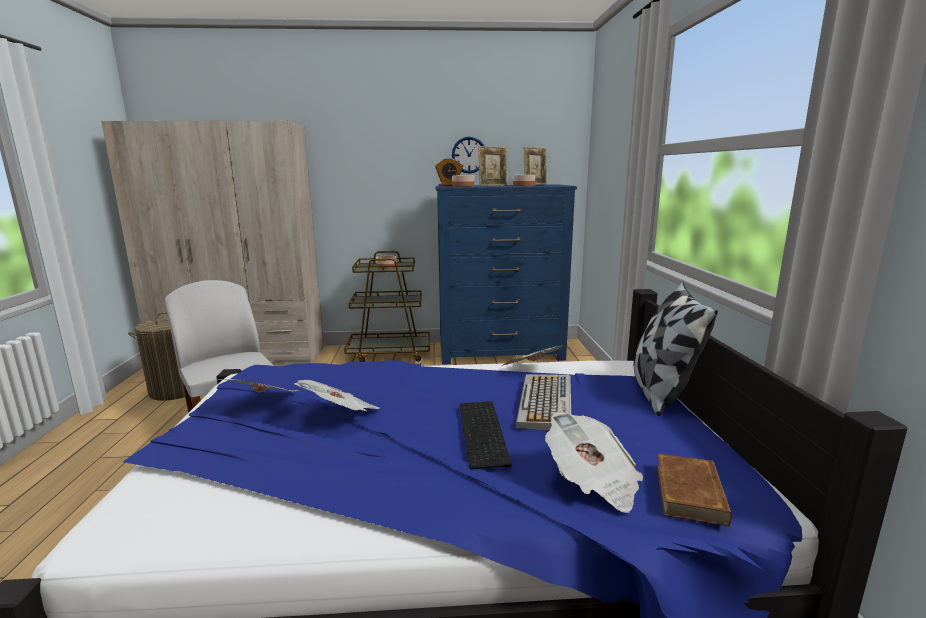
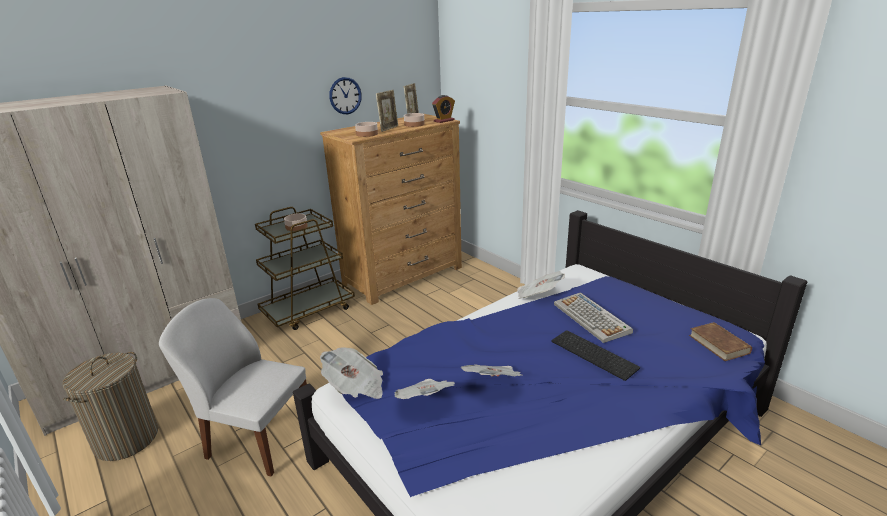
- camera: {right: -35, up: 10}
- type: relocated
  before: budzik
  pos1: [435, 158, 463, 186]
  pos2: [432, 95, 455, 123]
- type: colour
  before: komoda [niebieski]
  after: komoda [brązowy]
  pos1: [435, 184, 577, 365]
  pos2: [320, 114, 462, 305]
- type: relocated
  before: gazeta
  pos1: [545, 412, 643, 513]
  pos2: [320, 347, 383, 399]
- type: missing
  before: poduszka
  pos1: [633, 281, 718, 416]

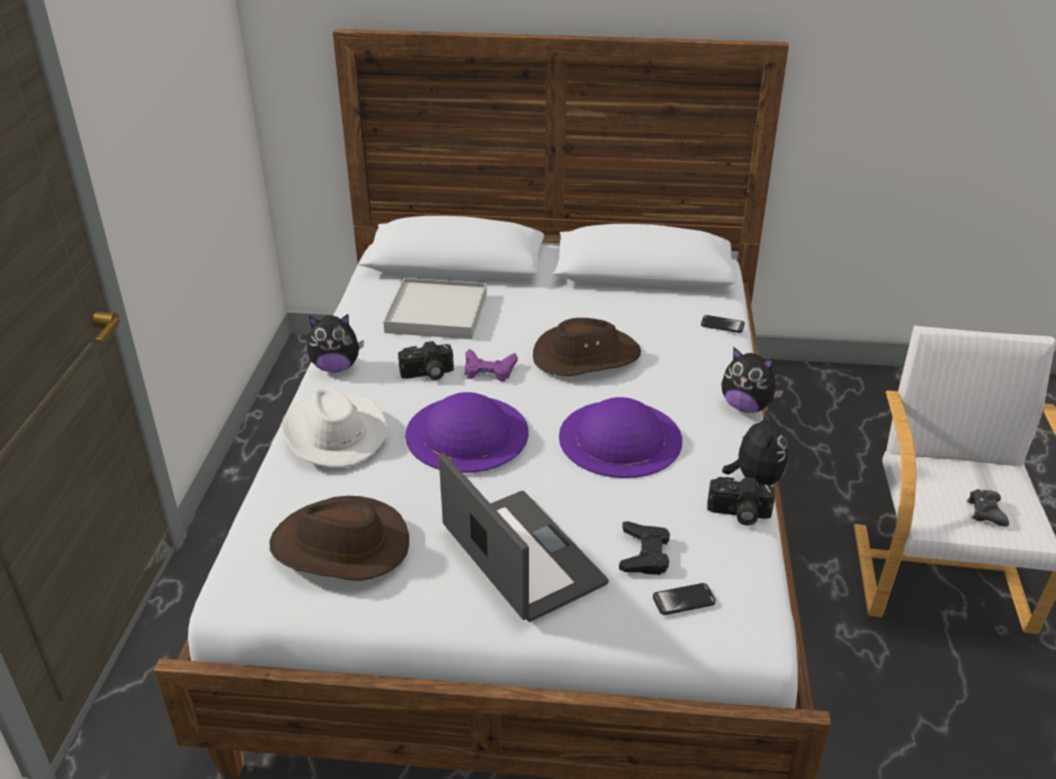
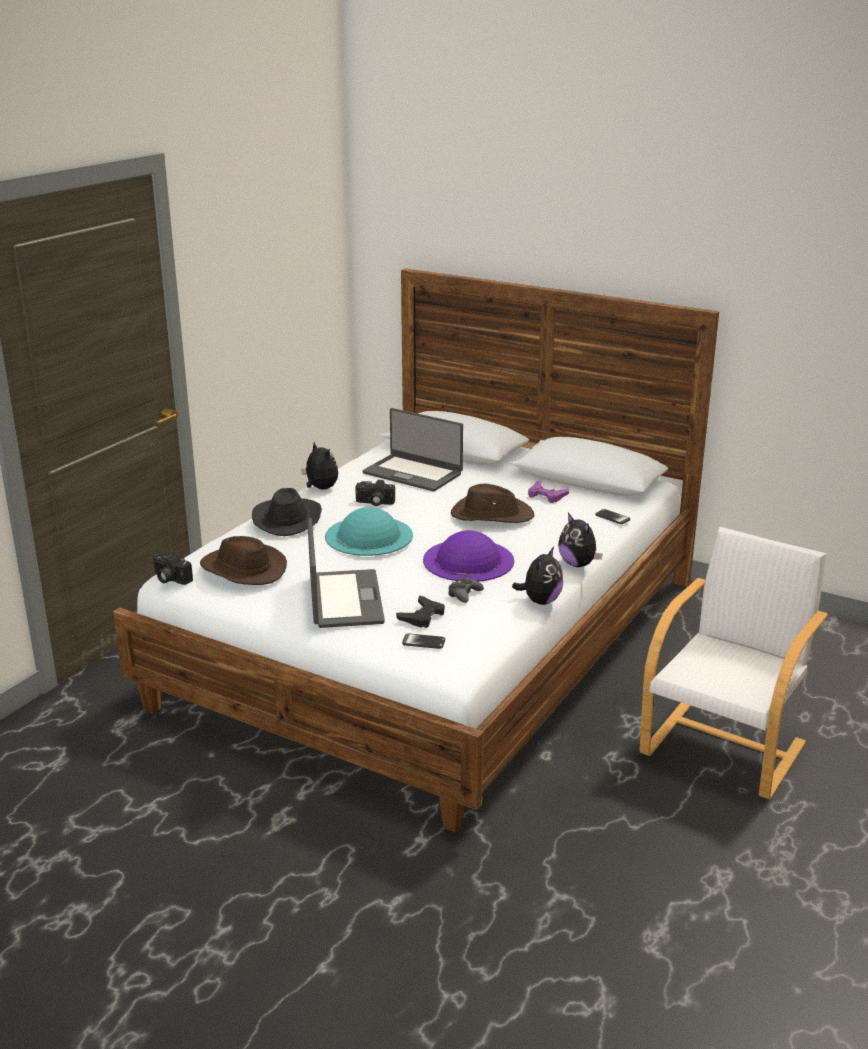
- camera: {right: 25, up: -10}
- type: colour
  before: kapelusz [biały]
  after: kapelusz [czarny]
  pos1: [281, 388, 388, 468]
  pos2: [252, 488, 322, 536]
- type: spun
  before: pluszak
  pos1: [307, 314, 364, 373]
  pos2: [301, 442, 338, 490]
  turn: -150
- type: exchanged
  before: taca [biały]
  after: laptop
  pos1: [383, 278, 487, 339]
  pos2: [362, 408, 463, 491]
- type: colour
  before: kapelusz [fioletowy]
  after: kapelusz [turkusowy]
  pos1: [405, 392, 528, 473]
  pos2: [325, 507, 413, 556]
- type: relocated
  before: pad do gier [fioletowy]
  pos1: [464, 349, 518, 382]
  pos2: [528, 481, 569, 503]
- type: relocated
  before: aparat fotograficzny
  pos1: [707, 477, 775, 526]
  pos2: [152, 552, 193, 585]
- type: relocated
  before: pad do gier [czarny]
  pos1: [967, 489, 1009, 527]
  pos2: [448, 577, 484, 603]

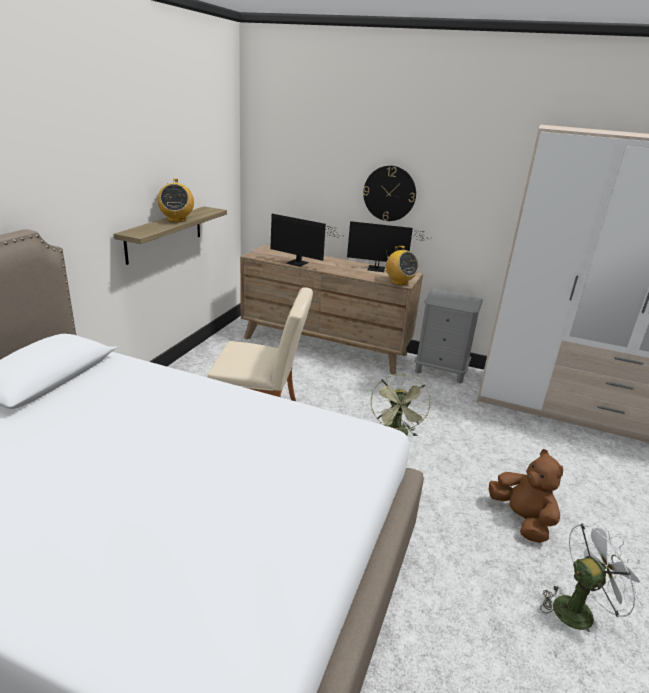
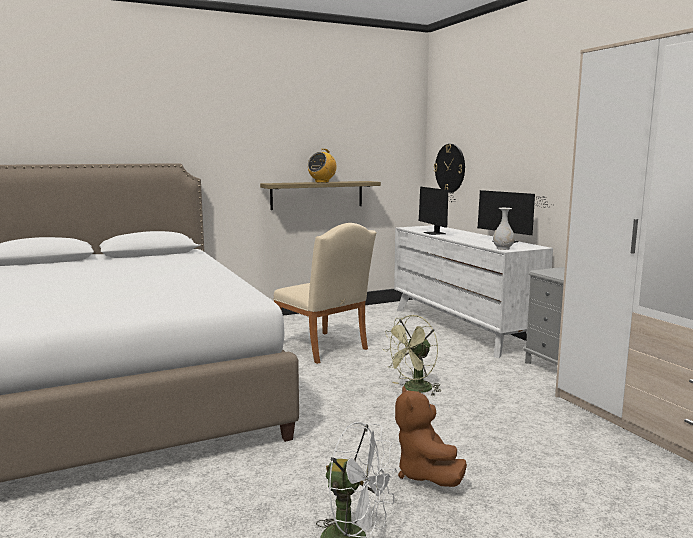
- camera: {right: 45, up: -15}
- type: colour
  before: komoda [brązowy]
  after: komoda [biały]
  pos1: [240, 245, 423, 375]
  pos2: [394, 225, 553, 358]
- type: relocated
  before: zegar ścienny
  pos1: [363, 166, 416, 221]
  pos2: [434, 144, 465, 193]
- type: exchanged
  before: radio
  after: wazon [biały]
  pos1: [386, 246, 419, 285]
  pos2: [493, 208, 515, 250]
- type: spun
  before: pluszak [brązowy]
  pos1: [489, 449, 563, 543]
  pos2: [395, 386, 467, 487]
  turn: 150

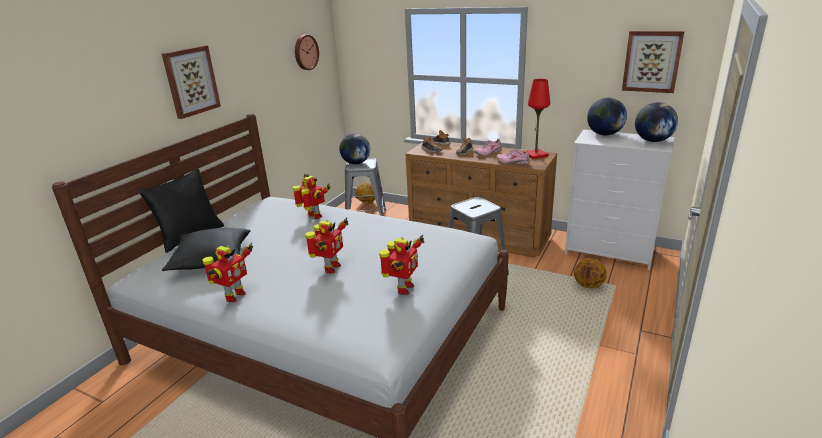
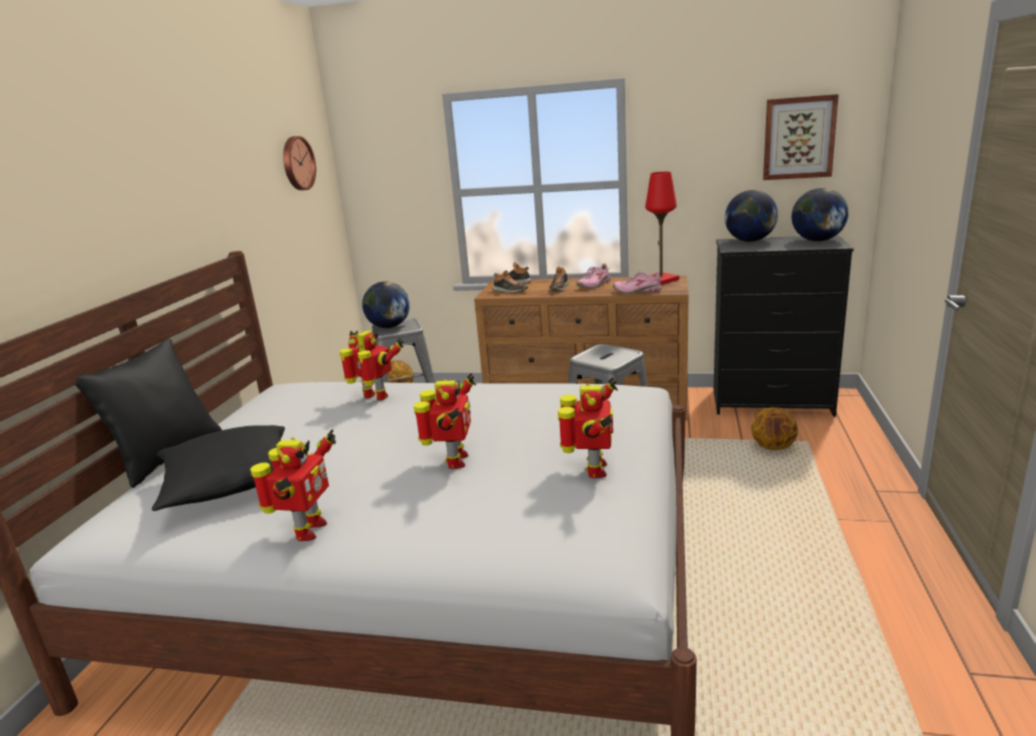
- camera: {right: -15, up: -5}
- type: missing
  before: obraz
  pos1: [162, 45, 221, 119]
- type: colour
  before: komoda [biały]
  after: komoda [czarny]
  pos1: [565, 130, 675, 270]
  pos2: [714, 235, 854, 416]

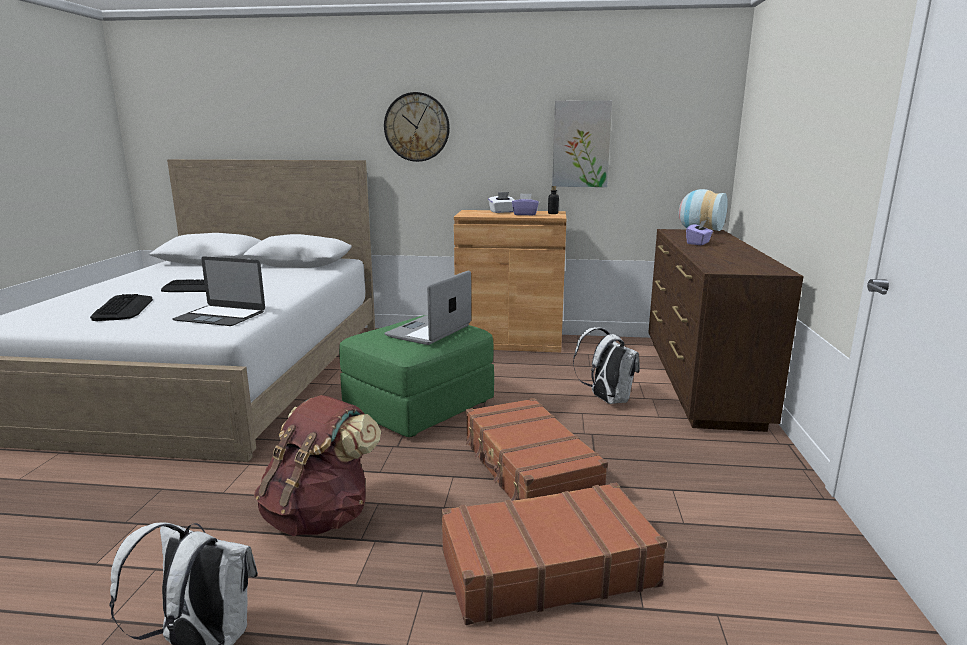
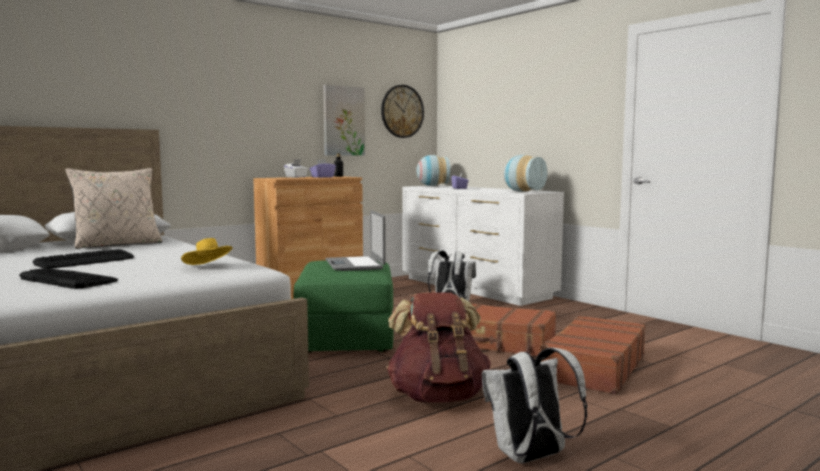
- camera: {right: -45, up: -10}
- type: exchanged
  before: laptop
  after: kapelusz [żółty]
  pos1: [172, 256, 265, 326]
  pos2: [181, 238, 232, 265]
- type: relocated
  before: zegar ścienny
  pos1: [384, 92, 450, 162]
  pos2: [381, 85, 424, 138]
- type: colour
  before: komoda [brązowy]
  after: komoda [biały]
  pos1: [648, 229, 804, 432]
  pos2: [403, 185, 564, 306]
- type: appeared
  after: poduszka [beżowy]
  pos2: [65, 168, 162, 249]
- type: appeared
  after: wazon
  pos2: [504, 155, 547, 192]

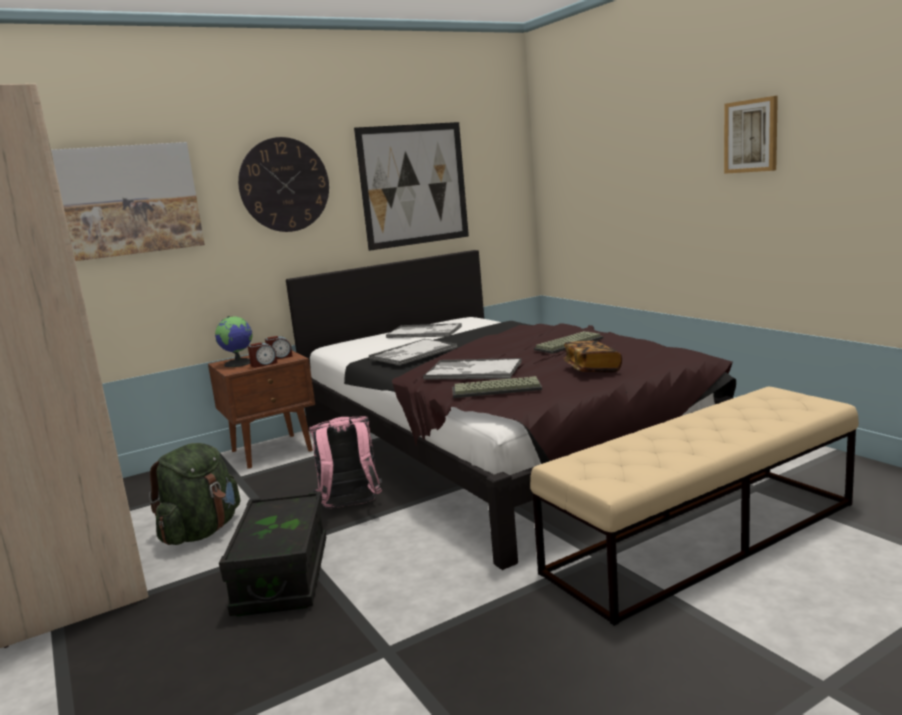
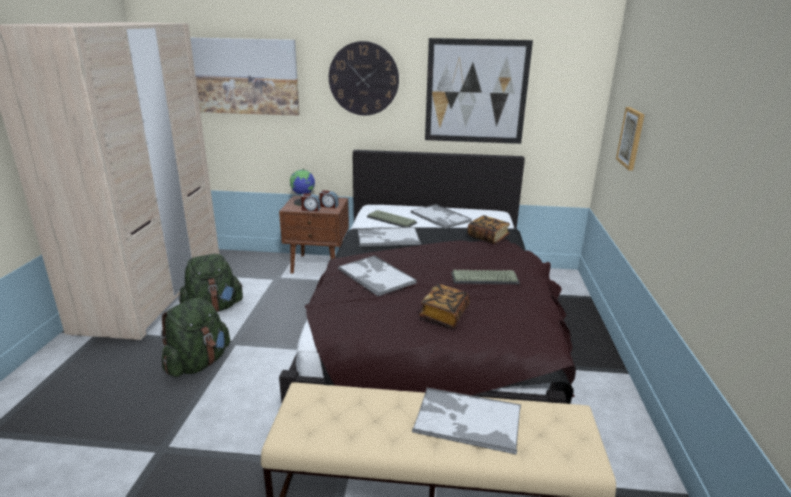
- camera: {right: 35, up: 10}
- type: exchanged
  before: pojemnik do przechowywania [czarny]
  after: plecak [zielony]
  pos1: [219, 491, 326, 616]
  pos2: [161, 298, 230, 377]
- type: missing
  before: plecak [różowy]
  pos1: [309, 416, 382, 509]
- type: relocated
  before: klawiatura
  pos1: [452, 376, 542, 398]
  pos2: [367, 210, 417, 227]
- type: relocated
  before: obraz
  pos1: [724, 96, 778, 174]
  pos2: [616, 107, 645, 171]
- type: appeared
  after: taca
  pos2: [412, 387, 521, 455]
- type: appeared
  after: książka
  pos2: [468, 215, 510, 244]

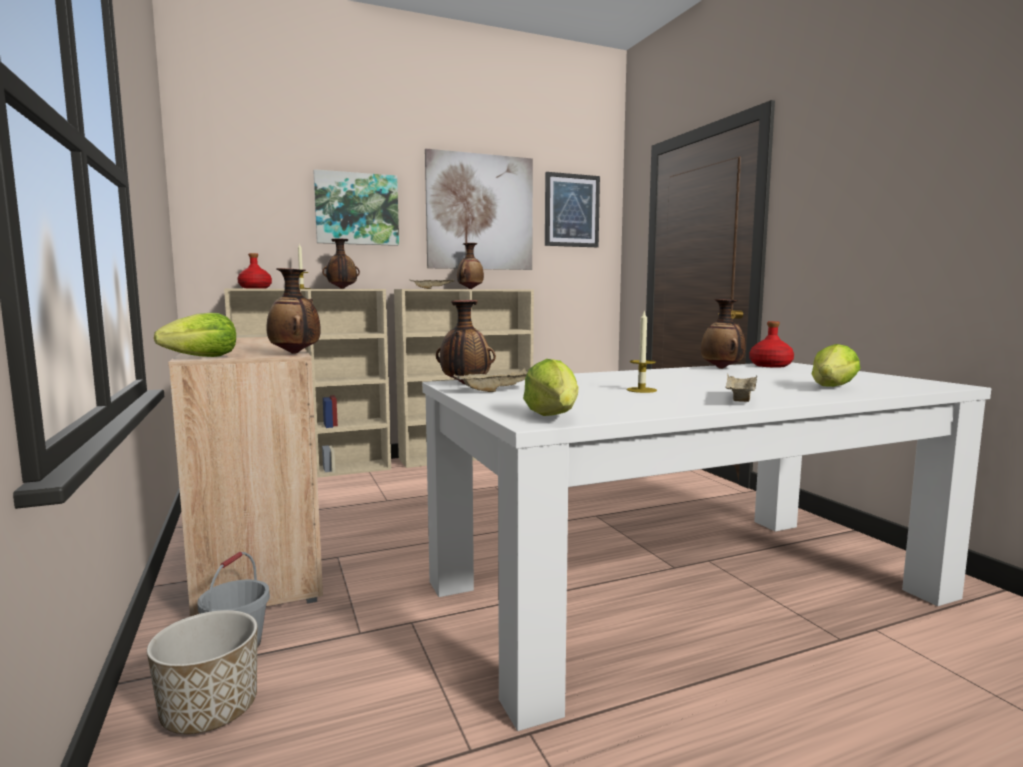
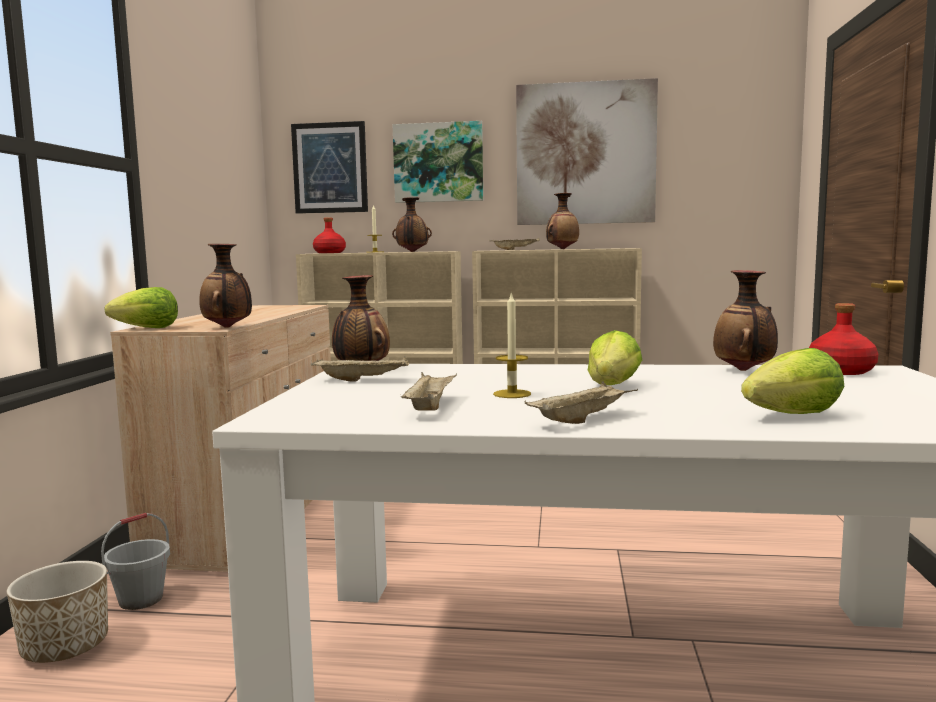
- camera: {right: 30, up: 0}
- type: relocated
  before: sałata
  pos1: [523, 359, 579, 416]
  pos2: [588, 330, 642, 385]
- type: relocated
  before: obraz
  pos1: [545, 172, 600, 247]
  pos2: [291, 121, 368, 214]
- type: appeared
  after: taca [beżowy]
  pos2: [401, 372, 457, 411]

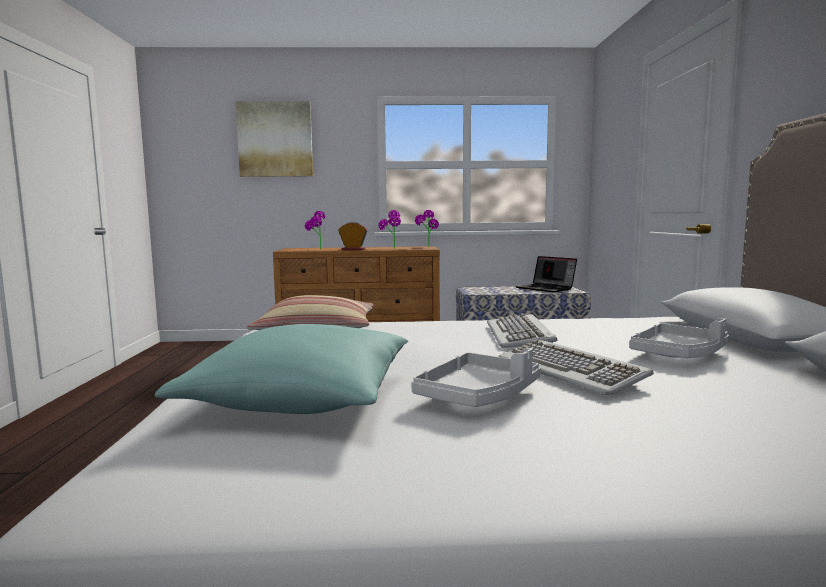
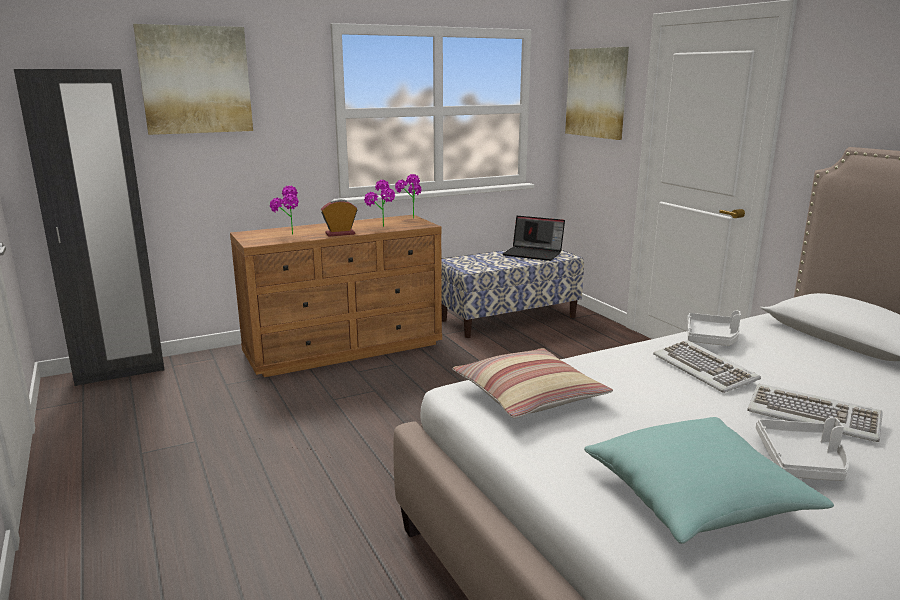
- camera: {right: -25, up: 10}
- type: relocated
  before: taca [szary]
  pos1: [629, 318, 729, 358]
  pos2: [687, 311, 741, 346]
- type: appeared
  after: szafa [czarny]
  pos2: [14, 69, 164, 386]
- type: appeared
  after: obraz
  pos2: [565, 47, 629, 140]

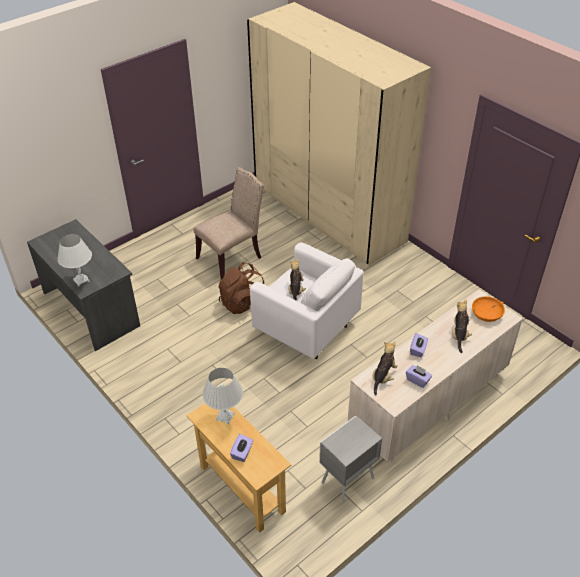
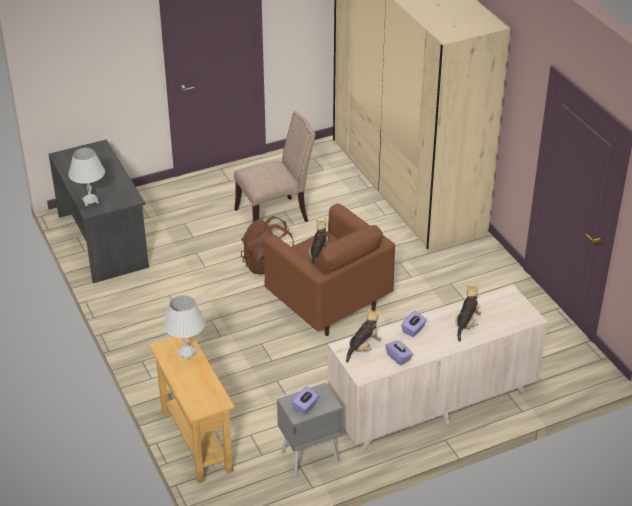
- camera: {right: 15, up: -5}
- type: relocated
  before: pudełko chusteczek [fioletowy]
  pos1: [230, 434, 253, 462]
  pos2: [292, 387, 319, 415]
- type: colour
  before: fotel [biały]
  after: fotel [brązowy]
  pos1: [250, 242, 364, 359]
  pos2: [264, 204, 395, 336]
- type: missing
  before: miska [pomarańczowy]
  pos1: [472, 296, 505, 322]

